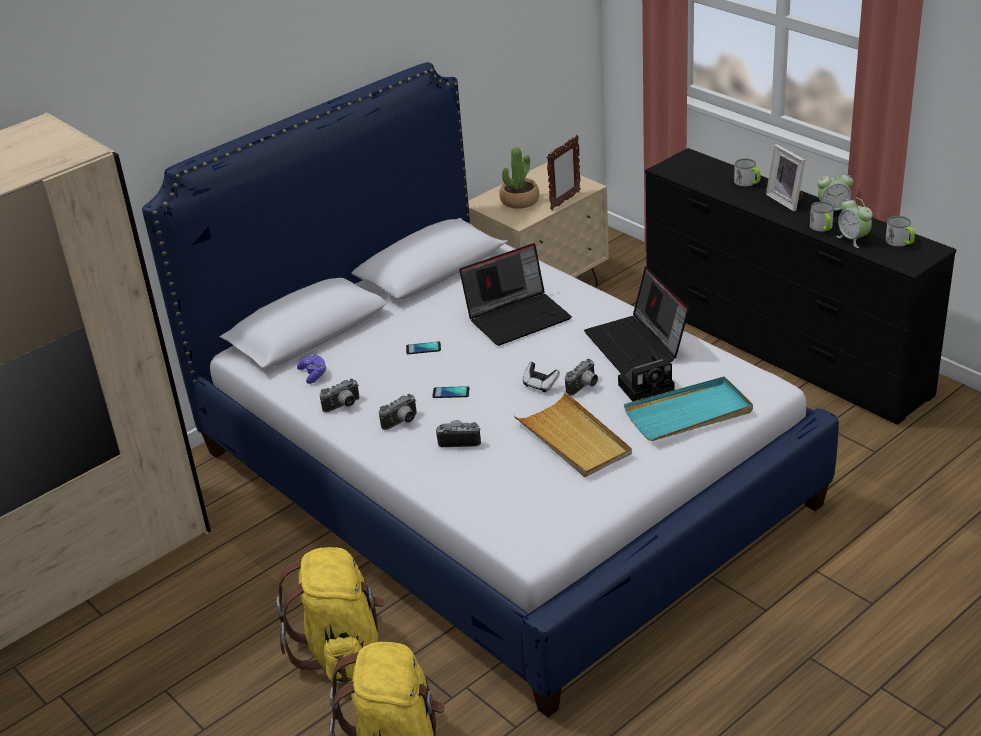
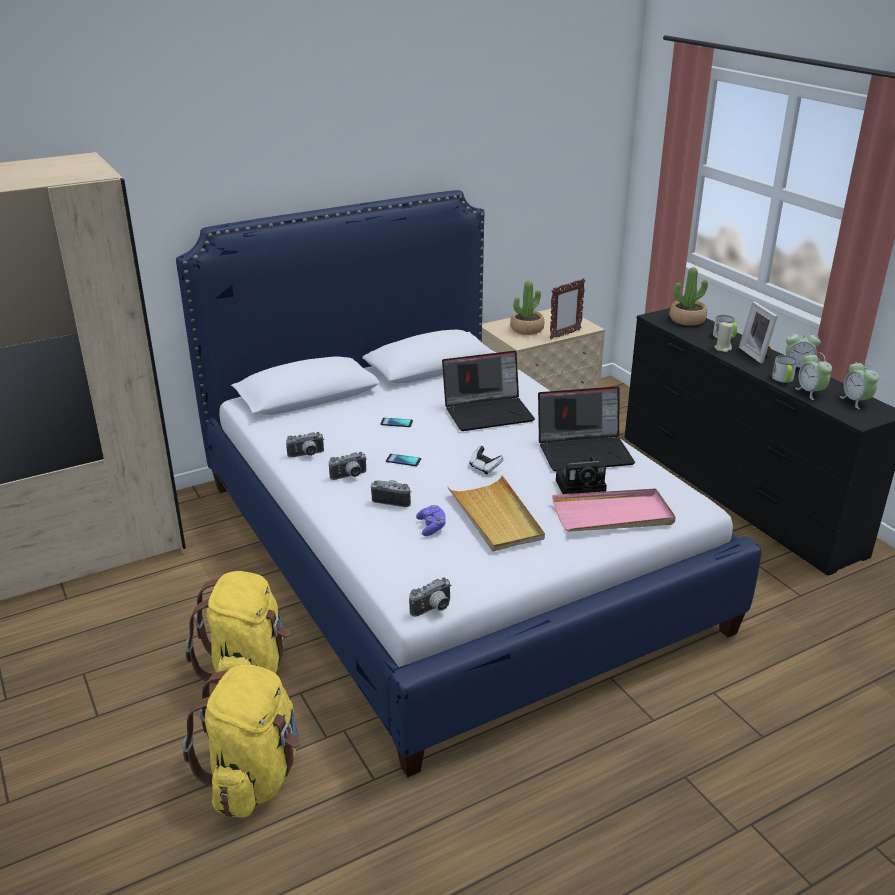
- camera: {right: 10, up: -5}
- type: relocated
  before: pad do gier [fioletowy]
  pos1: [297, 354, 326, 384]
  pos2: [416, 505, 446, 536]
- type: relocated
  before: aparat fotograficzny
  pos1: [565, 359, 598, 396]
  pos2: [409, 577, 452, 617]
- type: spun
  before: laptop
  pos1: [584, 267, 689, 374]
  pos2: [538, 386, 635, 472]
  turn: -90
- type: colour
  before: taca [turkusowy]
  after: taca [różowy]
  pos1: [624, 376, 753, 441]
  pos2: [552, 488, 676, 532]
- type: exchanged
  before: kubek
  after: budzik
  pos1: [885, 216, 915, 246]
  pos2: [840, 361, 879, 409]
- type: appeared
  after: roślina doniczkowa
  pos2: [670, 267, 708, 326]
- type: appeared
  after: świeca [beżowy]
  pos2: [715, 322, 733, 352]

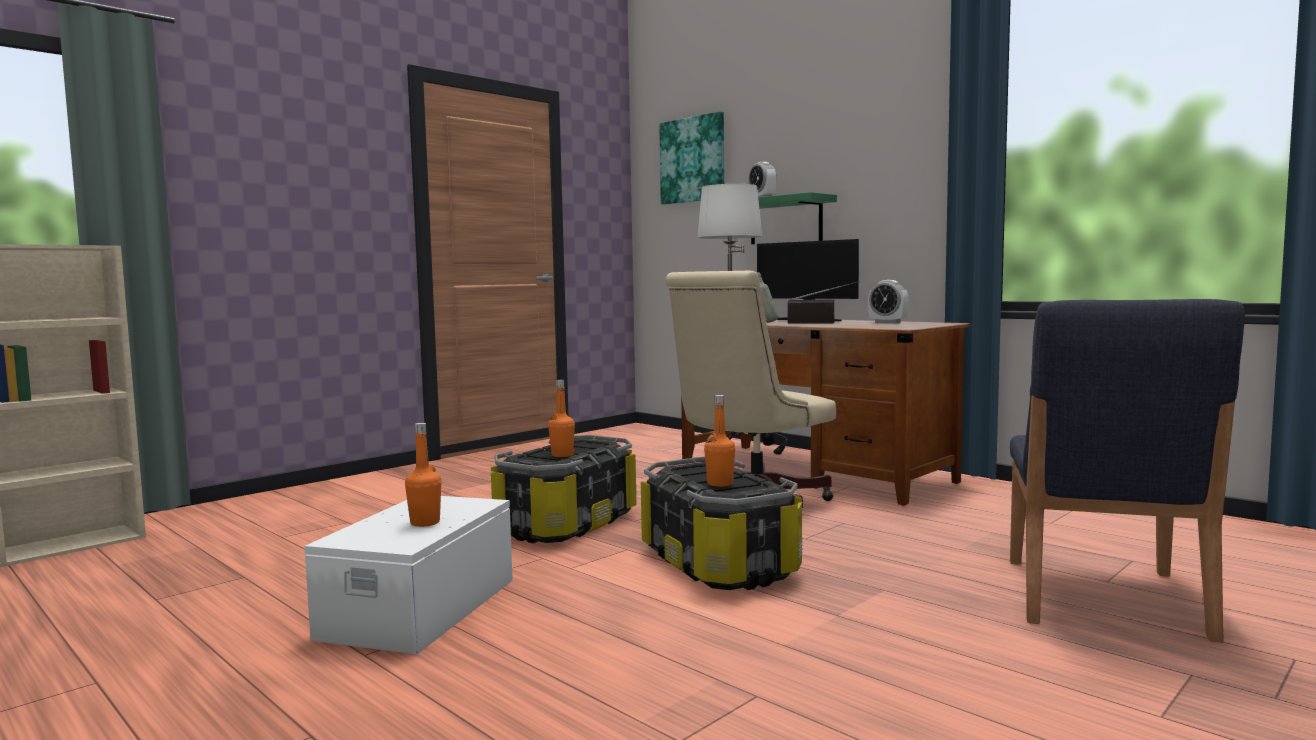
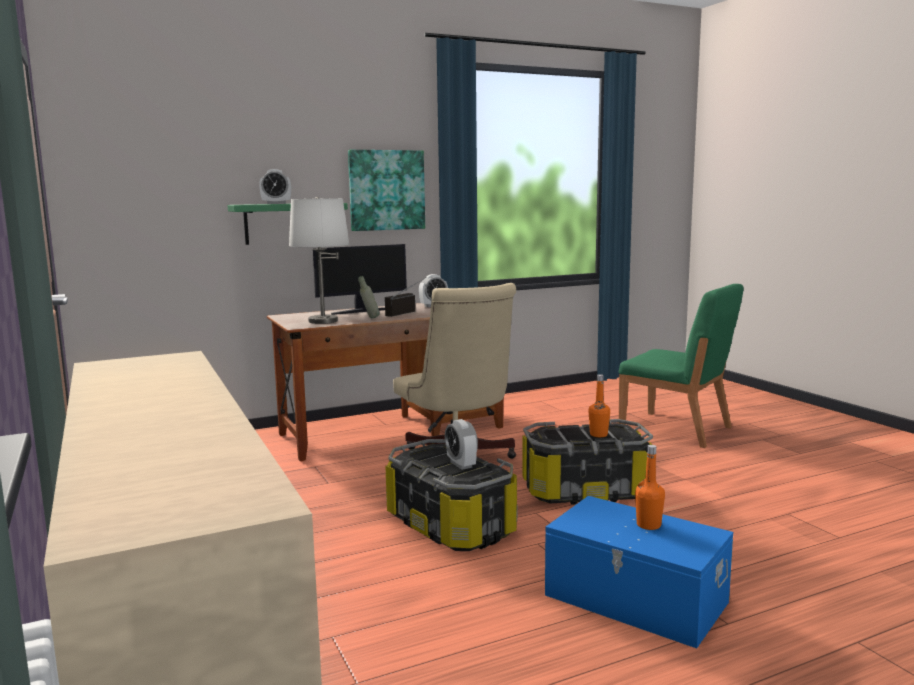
- camera: {right: -70, up: 5}
- type: colour
  before: pojemnik do przechowywania [biały]
  after: pojemnik do przechowywania [niebieski]
  pos1: [304, 496, 513, 654]
  pos2: [545, 496, 733, 648]
- type: exchanged
  before: butelka [pomarańczowy]
  after: budzik
  pos1: [548, 380, 575, 457]
  pos2: [445, 419, 478, 470]
- type: relocated
  before: obraz
  pos1: [659, 111, 724, 205]
  pos2: [348, 150, 425, 231]
- type: colour
  before: krzesło [niebieski]
  after: krzesło [zielony]
  pos1: [1010, 299, 1245, 642]
  pos2: [619, 284, 743, 448]

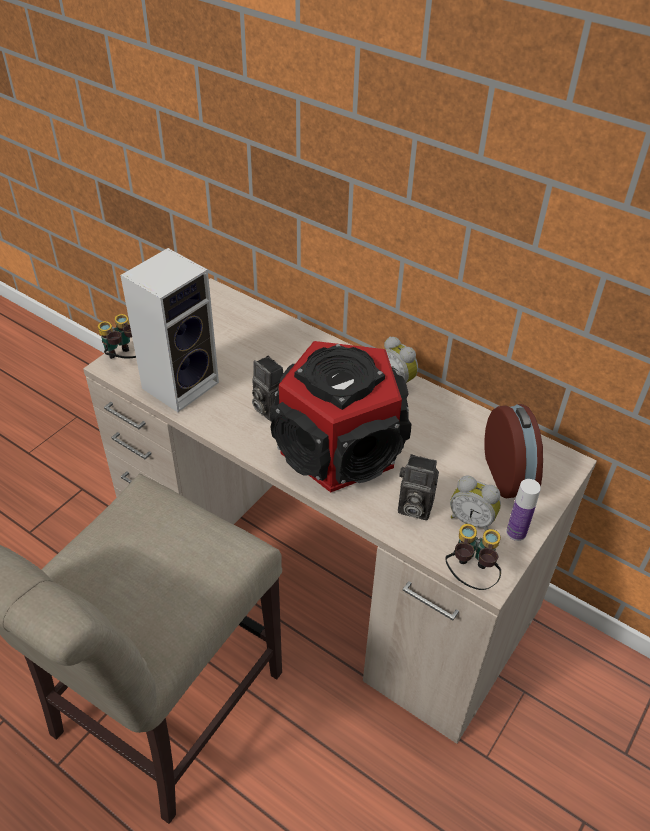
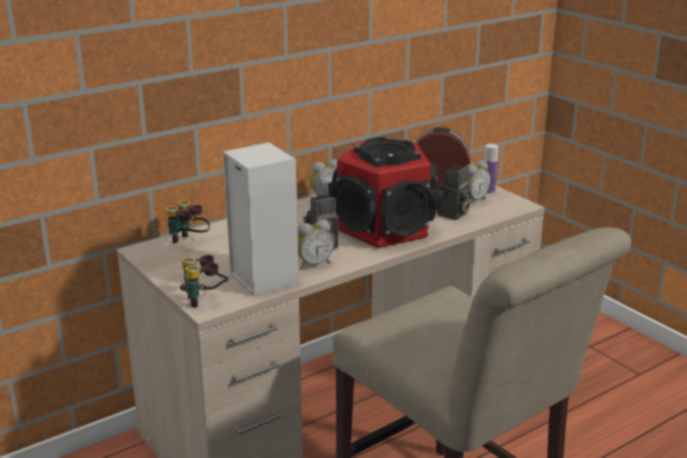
- camera: {right: -70, up: -20}
- type: relocated
  before: lornetka
  pos1: [446, 524, 501, 590]
  pos2: [166, 200, 210, 244]
- type: appeared
  after: budzik
  pos2: [298, 220, 334, 270]

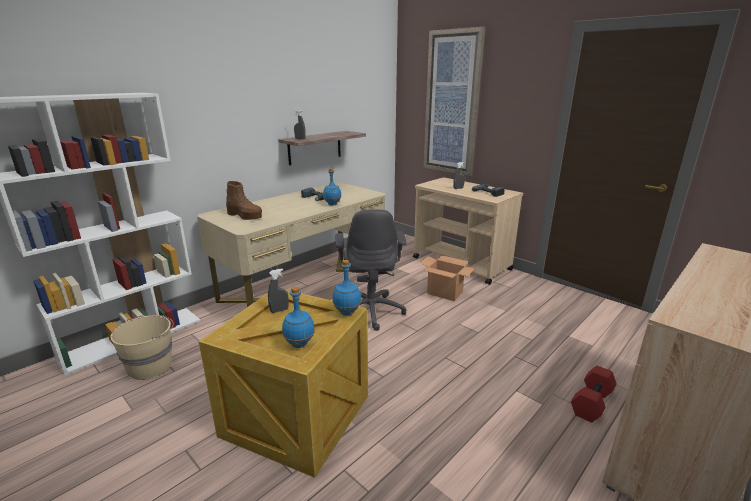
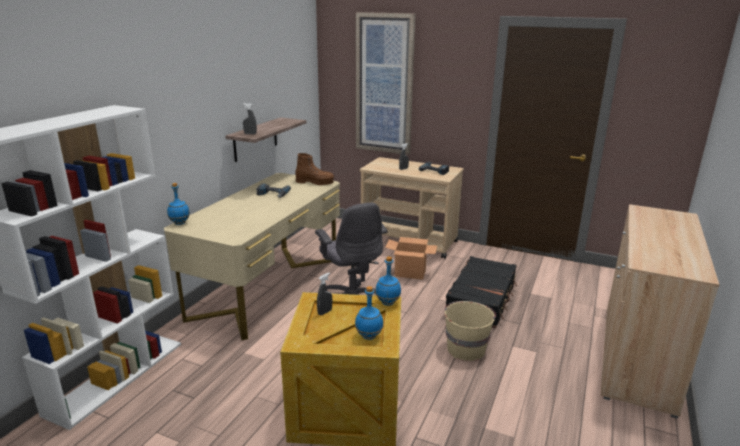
- camera: {right: -20, up: 0}
- type: relocated
  before: wiadro [beżowy]
  pos1: [110, 315, 174, 380]
  pos2: [445, 301, 496, 361]
- type: relocated
  before: but z cholewką [brązowy]
  pos1: [226, 181, 262, 220]
  pos2: [295, 153, 334, 185]
- type: relocated
  before: butelka [niebieski]
  pos1: [323, 168, 342, 206]
  pos2: [167, 183, 190, 225]
- type: missing
  before: hantel [czerwony]
  pos1: [571, 366, 617, 422]
- type: appeared
  after: walizka [czarny]
  pos2: [446, 256, 517, 328]

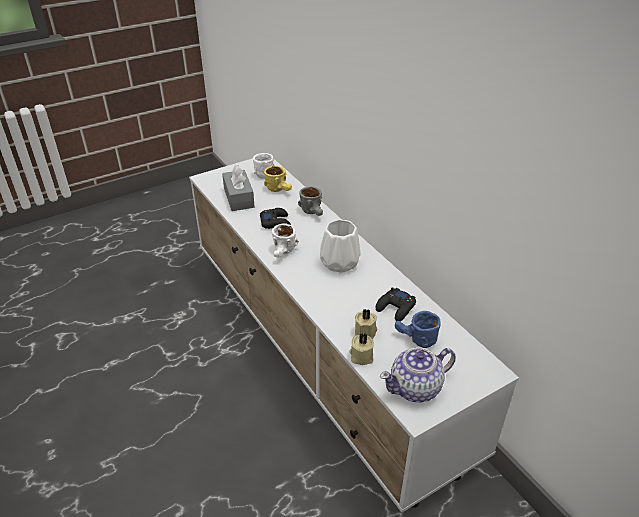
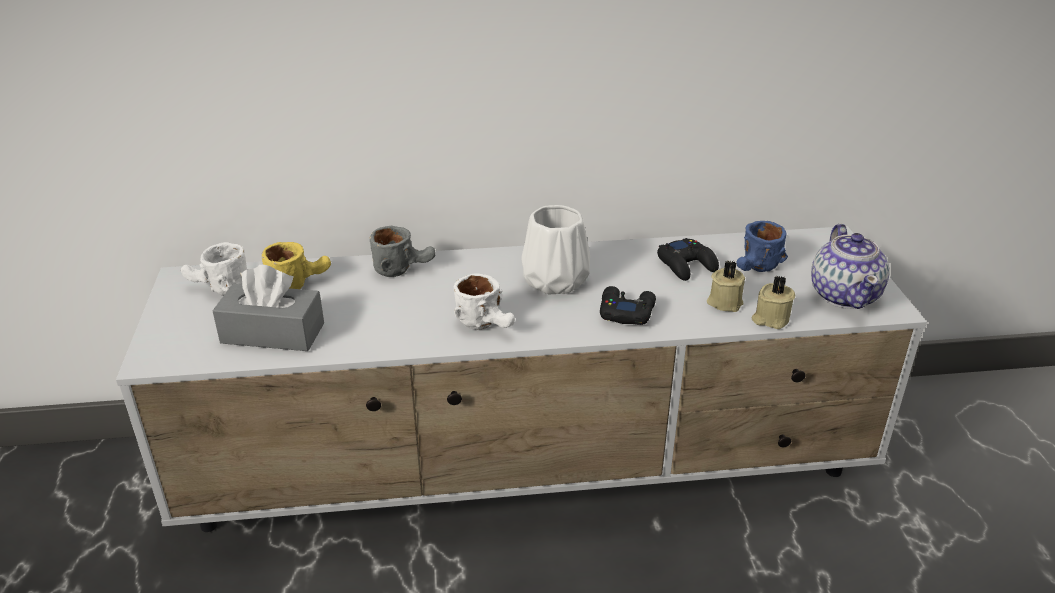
- camera: {right: -65, up: -5}
- type: relocated
  before: pad do gier [czarny]
  pos1: [260, 208, 291, 229]
  pos2: [600, 286, 656, 325]

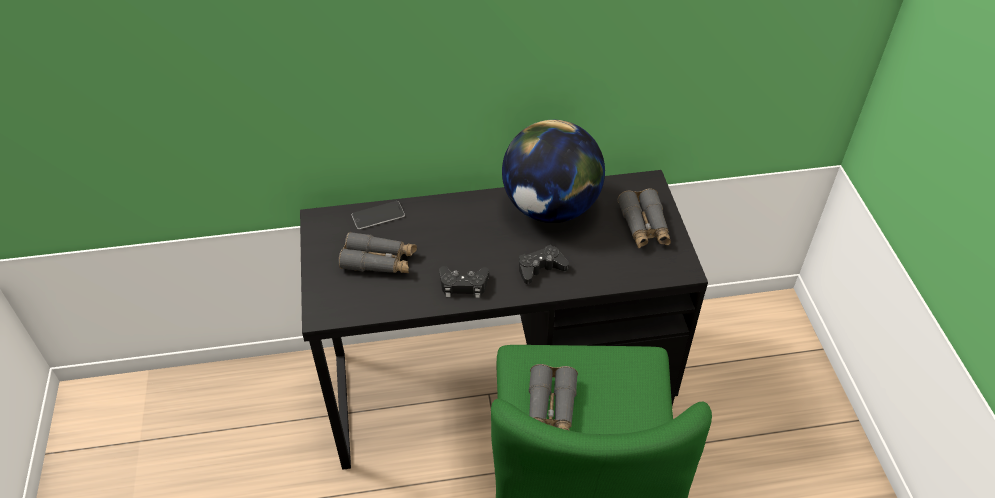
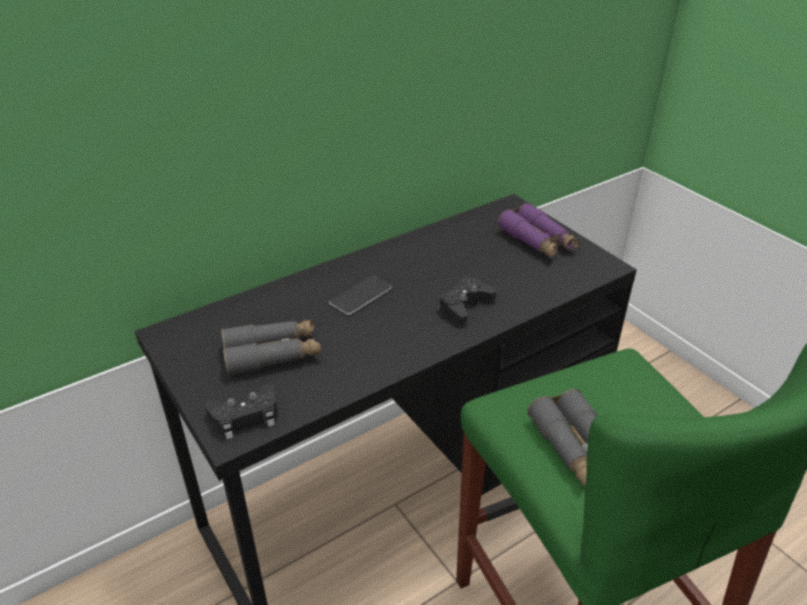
- camera: {right: -25, up: -10}
- type: relocated
  before: telefon
  pos1: [351, 201, 405, 229]
  pos2: [329, 276, 392, 315]
- type: relocated
  before: pad do gier [czarny]
  pos1: [439, 266, 489, 298]
  pos2: [205, 383, 278, 439]
- type: missing
  before: globus
  pos1: [502, 120, 605, 223]
- type: colour
  before: lornetka [szary]
  after: lornetka [fioletowy]
  pos1: [617, 188, 671, 248]
  pos2: [498, 203, 579, 258]

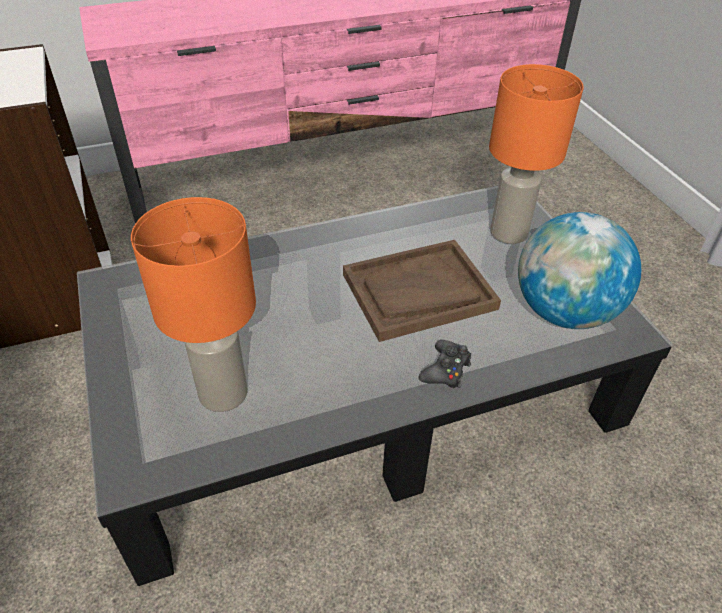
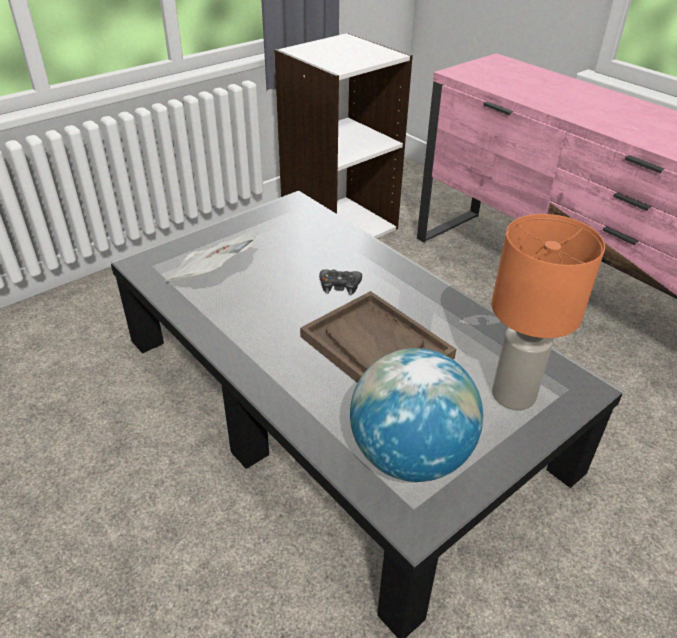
- camera: {right: 70, up: -5}
- type: exchanged
  before: lampa stołowa [pomarańczowy]
  after: gazeta
  pos1: [131, 197, 256, 412]
  pos2: [165, 231, 259, 281]
- type: relocated
  before: pad do gier [czarny]
  pos1: [419, 340, 471, 388]
  pos2: [319, 269, 362, 295]

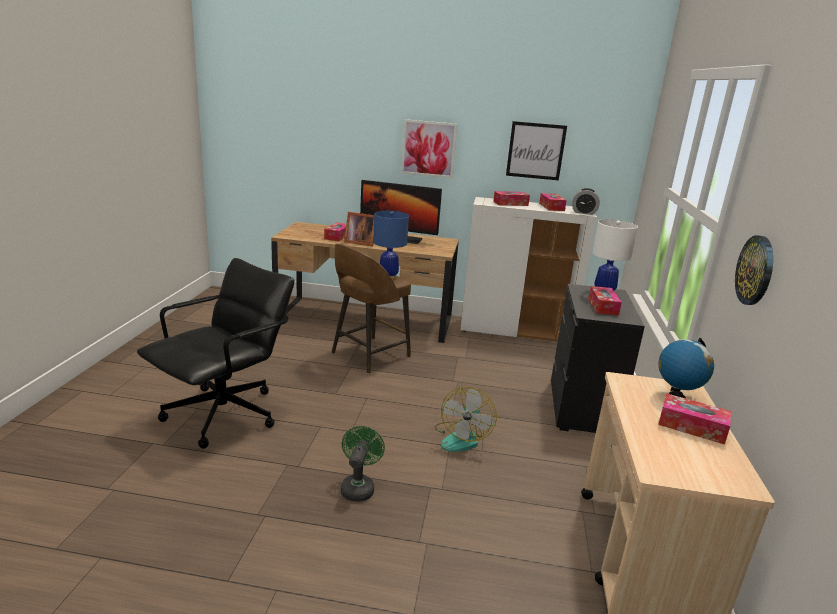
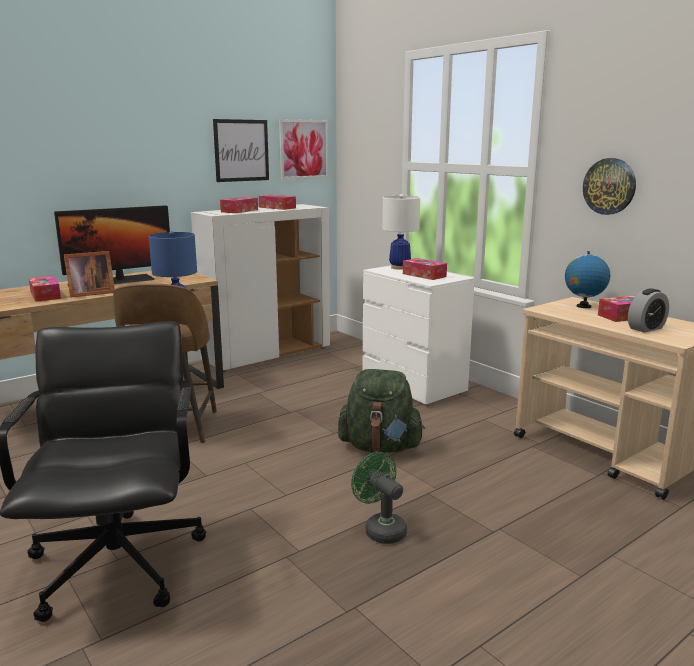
- camera: {right: -45, up: -5}
- type: relocated
  before: obraz
  pos1: [401, 119, 458, 178]
  pos2: [279, 119, 328, 180]
- type: exchanged
  before: wentylator
  after: plecak [zielony]
  pos1: [435, 387, 497, 452]
  pos2: [338, 369, 425, 453]
- type: colour
  before: komoda [czarny]
  after: komoda [biały]
  pos1: [551, 284, 645, 433]
  pos2: [362, 266, 475, 406]
- type: relocated
  before: budzik
  pos1: [572, 188, 600, 215]
  pos2: [628, 288, 669, 333]

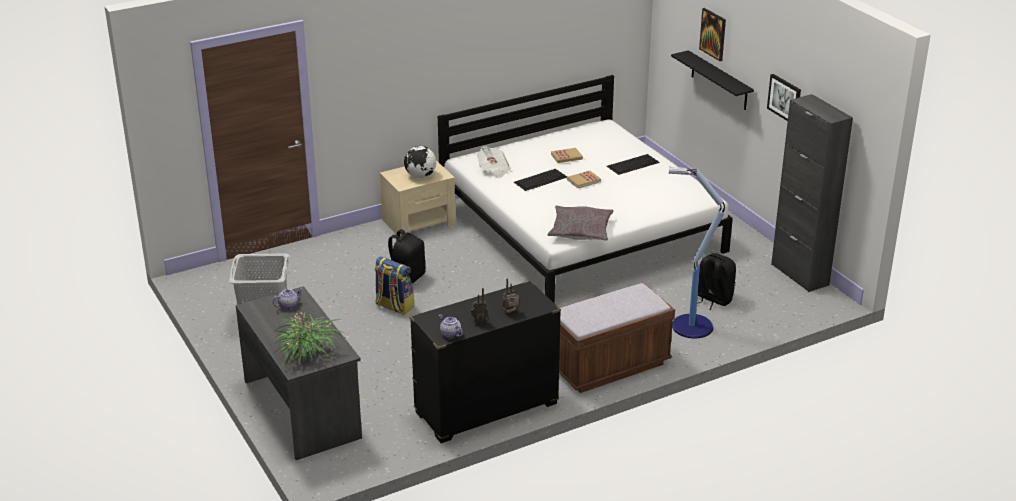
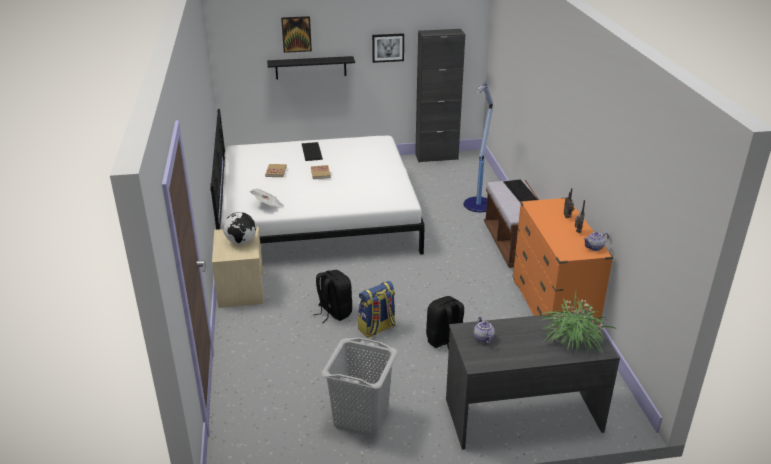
- camera: {right: -70, up: 0}
- type: colour
  before: komoda [czarny]
  after: komoda [pomarańczowy]
  pos1: [410, 280, 561, 443]
  pos2: [513, 197, 614, 324]
- type: relocated
  before: klawiatura
  pos1: [514, 169, 567, 191]
  pos2: [503, 179, 538, 202]
- type: missing
  before: poduszka [szary]
  pos1: [548, 205, 614, 241]
- type: relocated
  before: plecak [czarny]
  pos1: [697, 253, 736, 310]
  pos2: [426, 296, 464, 350]

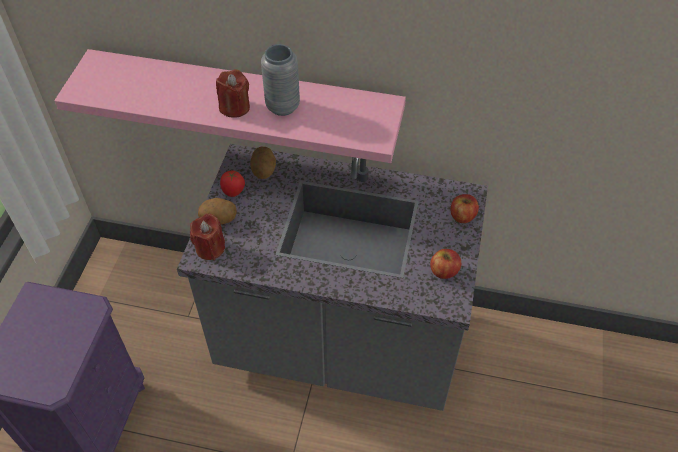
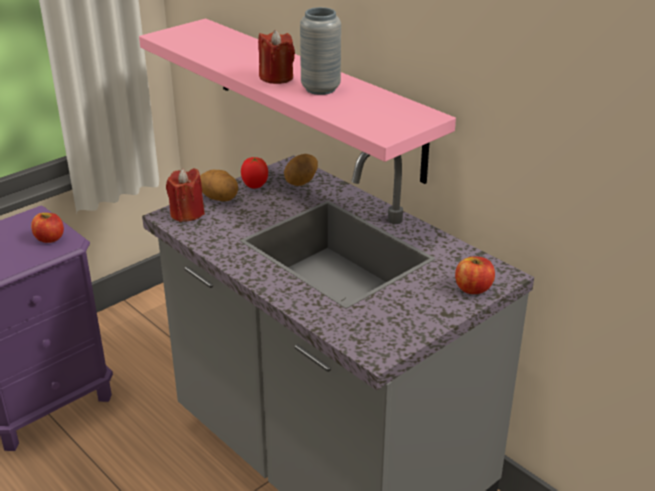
- camera: {right: 35, up: -20}
- type: relocated
  before: jabłko
  pos1: [430, 249, 461, 279]
  pos2: [31, 213, 64, 243]

